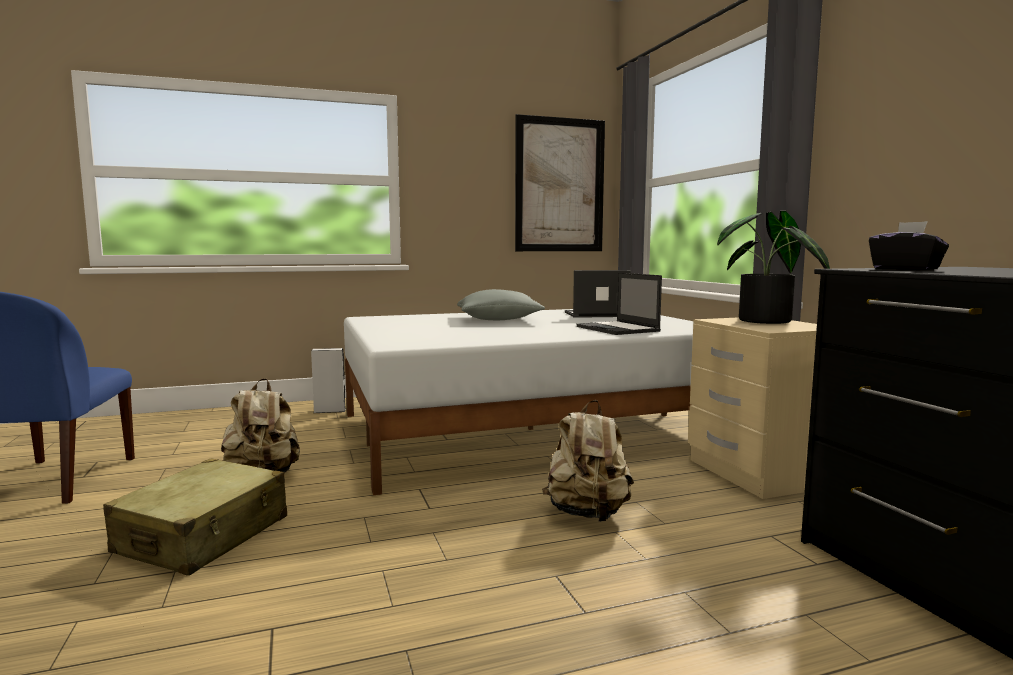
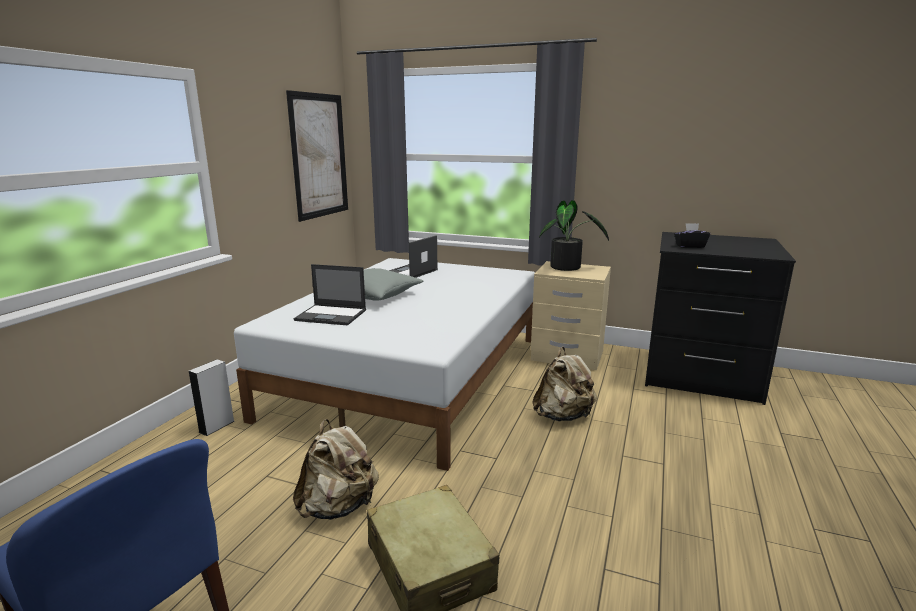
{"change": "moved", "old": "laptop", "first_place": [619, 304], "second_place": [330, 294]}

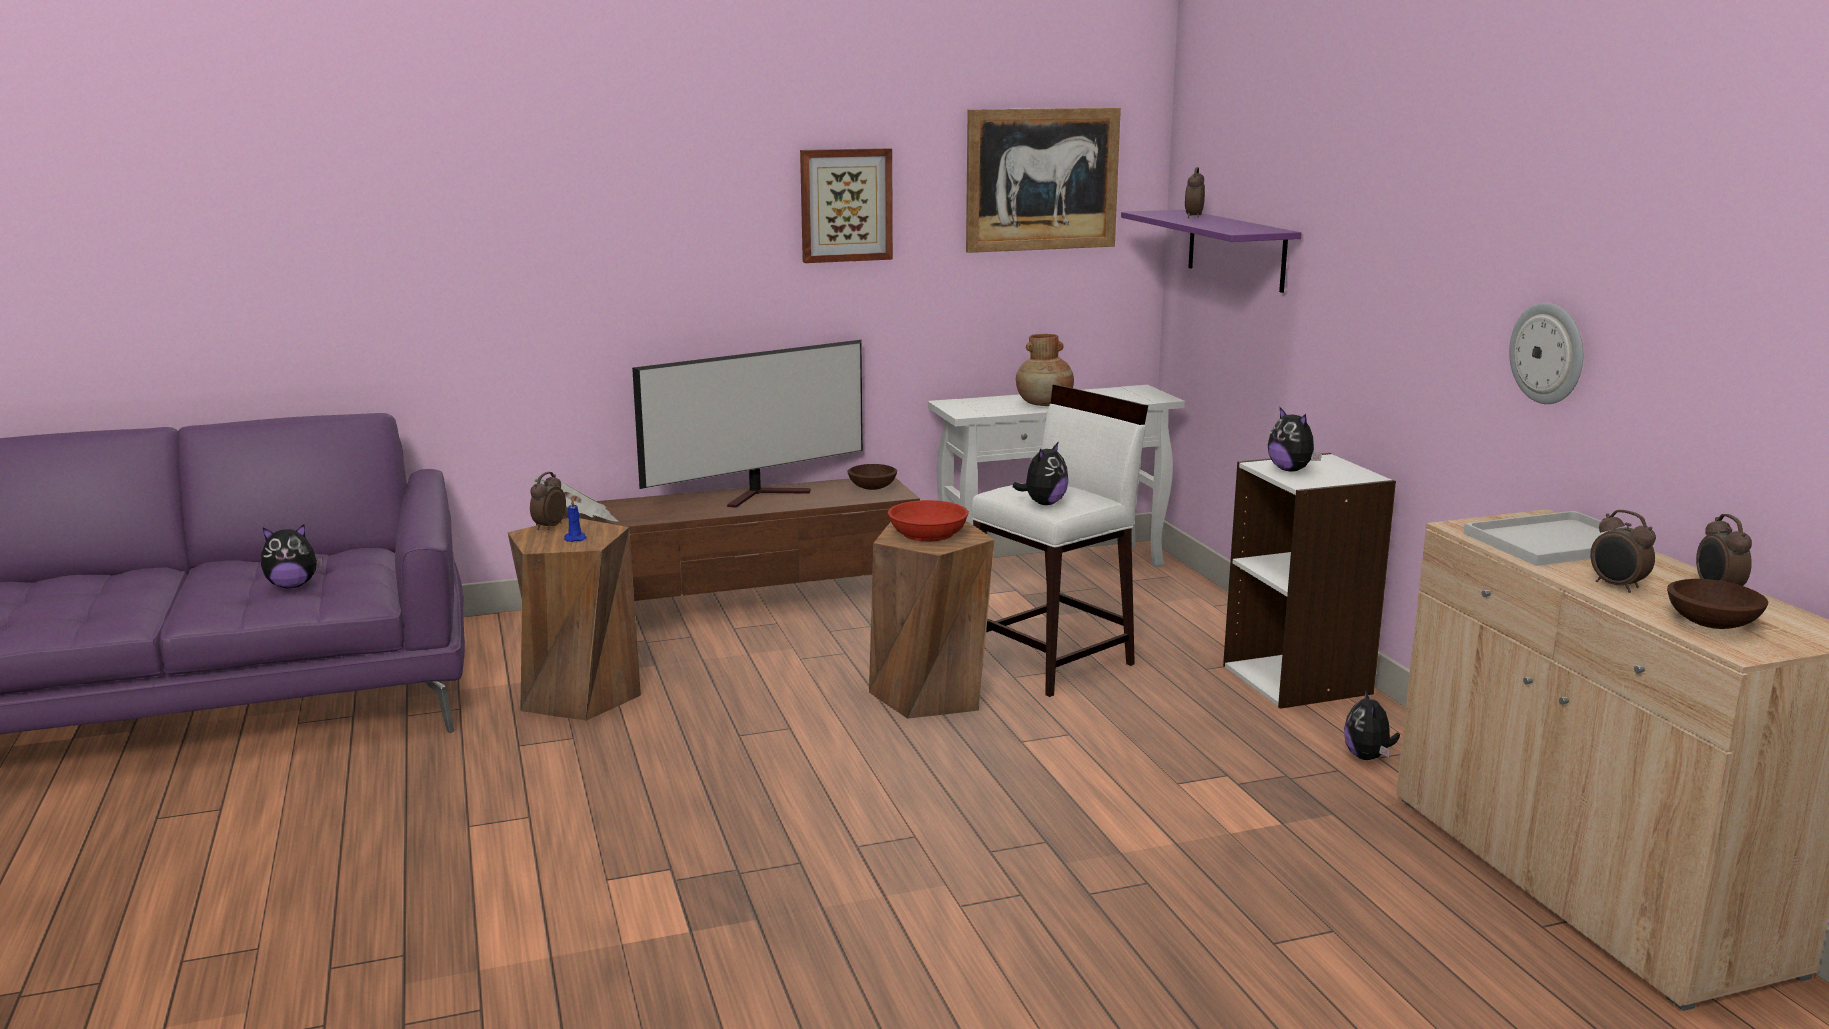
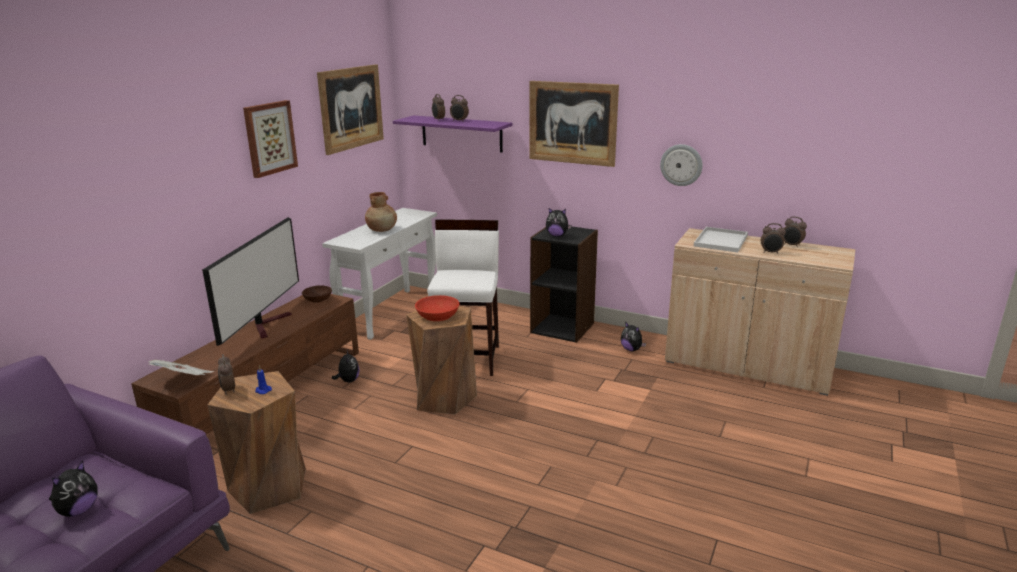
{"change": "removed", "old": "brown bowl", "first_place": [1717, 604]}
{"change": "added", "new": "alarm clock", "second_place": [459, 108]}
{"change": "added", "new": "picture", "second_place": [574, 124]}
{"change": "moved", "old": "plush toy", "first_place": [1040, 473], "second_place": [346, 366]}
{"change": "recoloured", "old": "white bookcase", "new": "black bookcase", "first_place": [1309, 581], "second_place": [564, 284]}

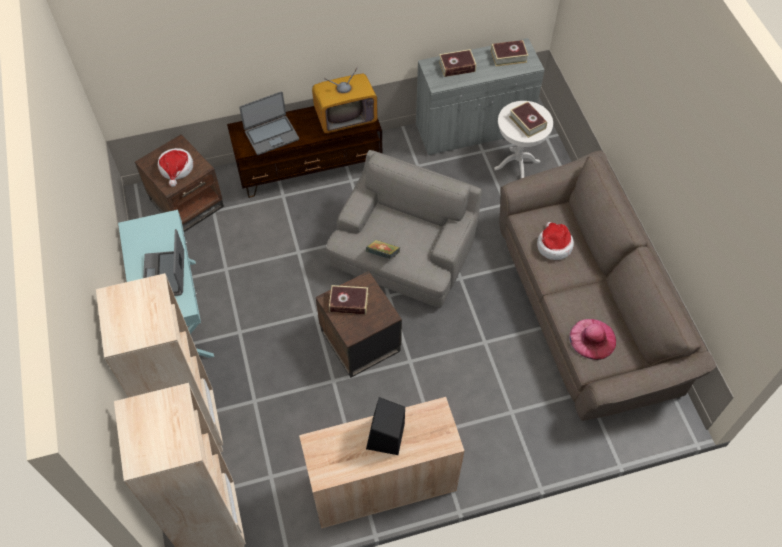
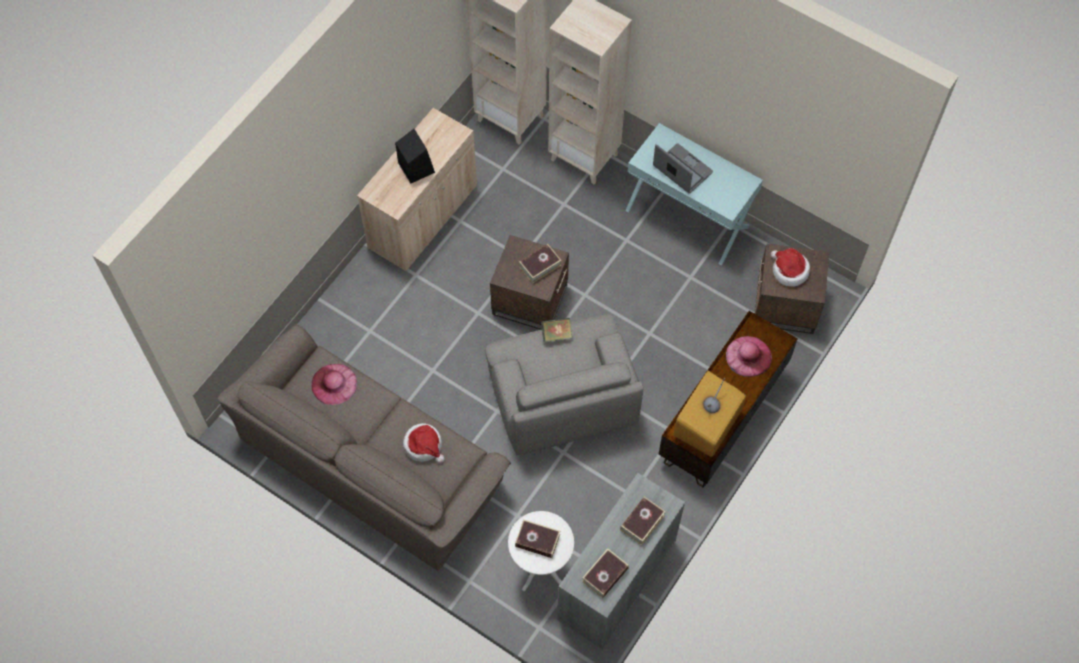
{"change": "replaced", "old": "laptop", "new": "pink hat", "first_place": [269, 123], "second_place": [749, 356]}

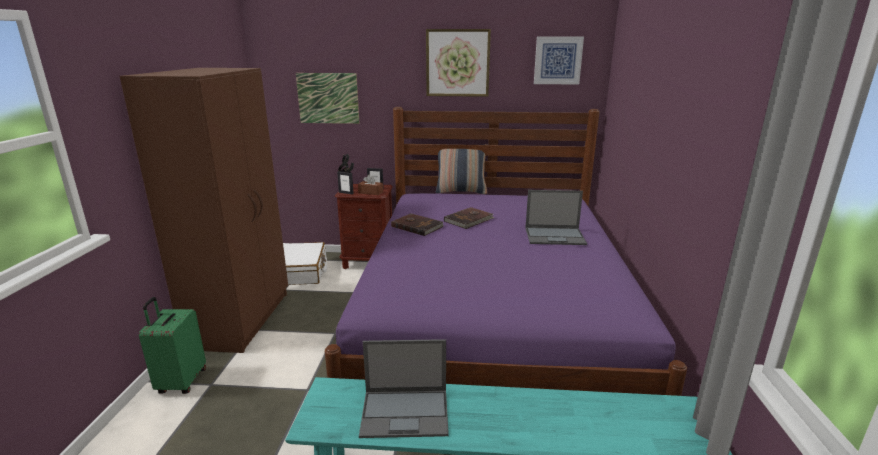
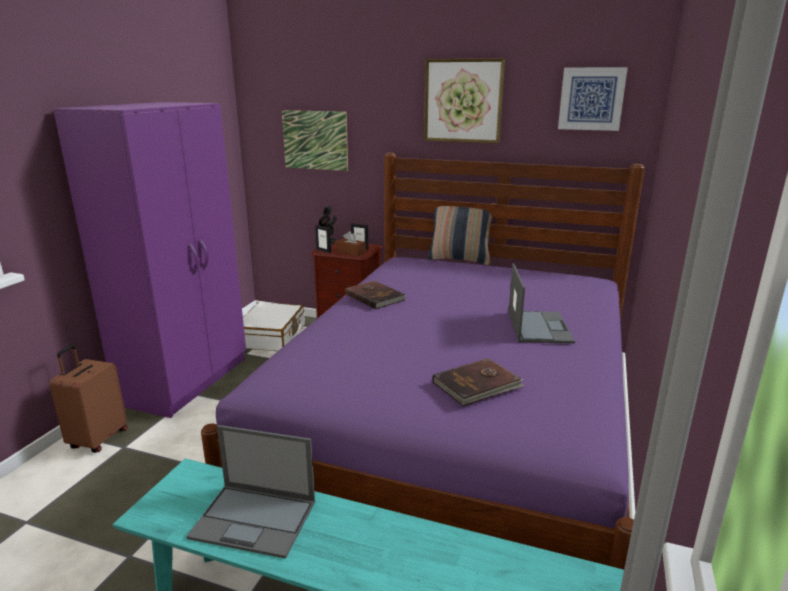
{"change": "moved", "old": "brown book", "first_place": [469, 218], "second_place": [478, 382]}
{"change": "recoloured", "old": "brown wardrobe", "new": "purple wardrobe", "first_place": [204, 210], "second_place": [149, 260]}
{"change": "recoloured", "old": "green suitcase", "new": "brown suitcase", "first_place": [172, 345], "second_place": [88, 399]}
{"change": "turned", "old": "laptop", "first_place": [556, 217], "second_place": [542, 303], "degrees": -105}

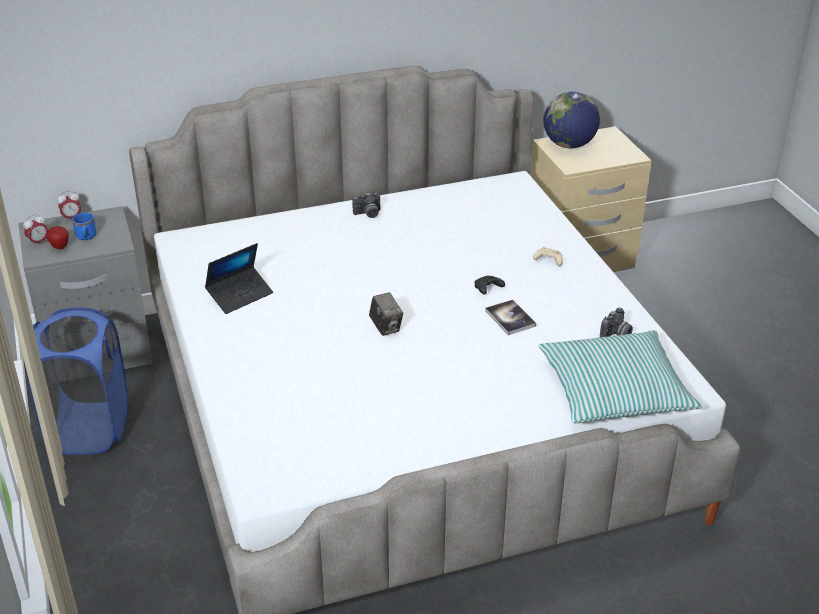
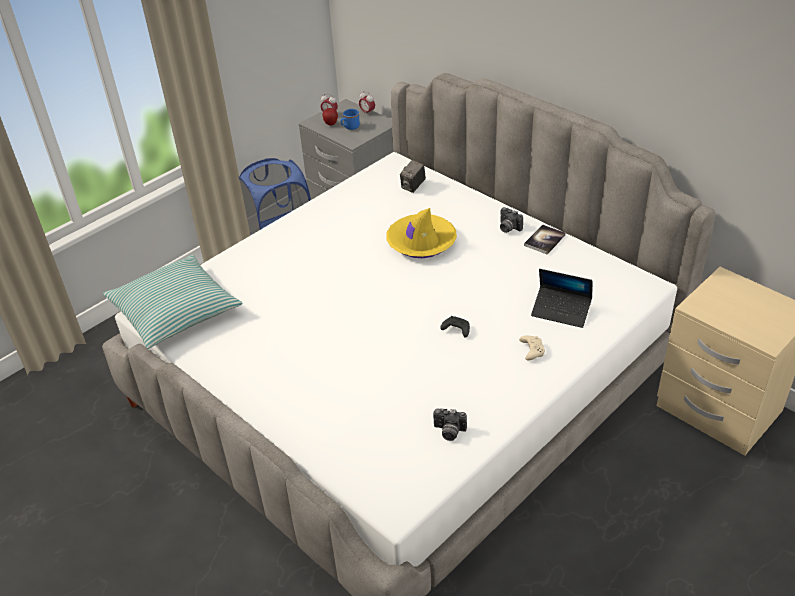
{"change": "removed", "old": "globe", "first_place": [571, 120]}
{"change": "added", "new": "yellow hat", "second_place": [421, 233]}
{"change": "moved", "old": "laptop", "first_place": [239, 278], "second_place": [561, 298]}
{"change": "moved", "old": "photo camera", "first_place": [386, 314], "second_place": [413, 176]}
{"change": "moved", "old": "book", "first_place": [510, 317], "second_place": [545, 240]}
{"change": "moved", "old": "pillow", "first_place": [620, 376], "second_place": [173, 302]}

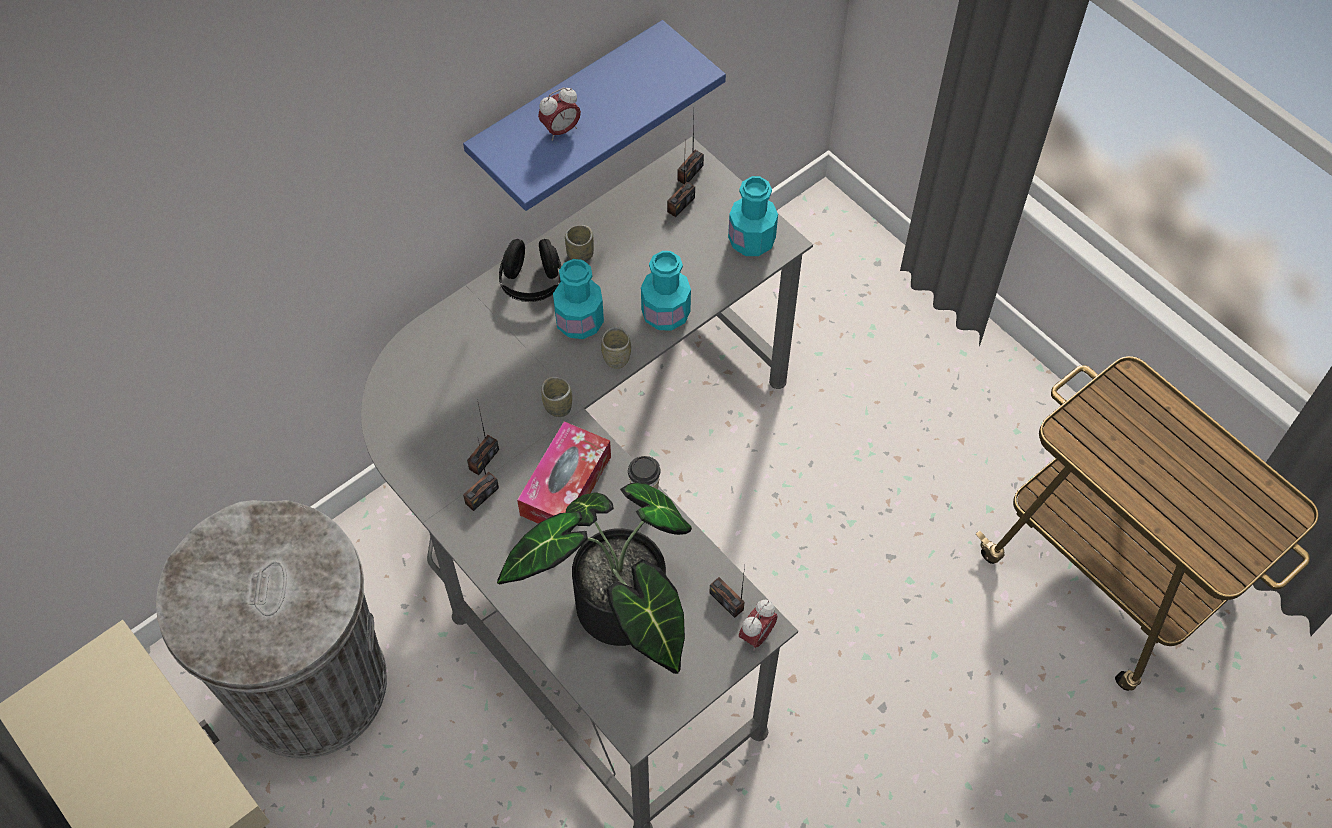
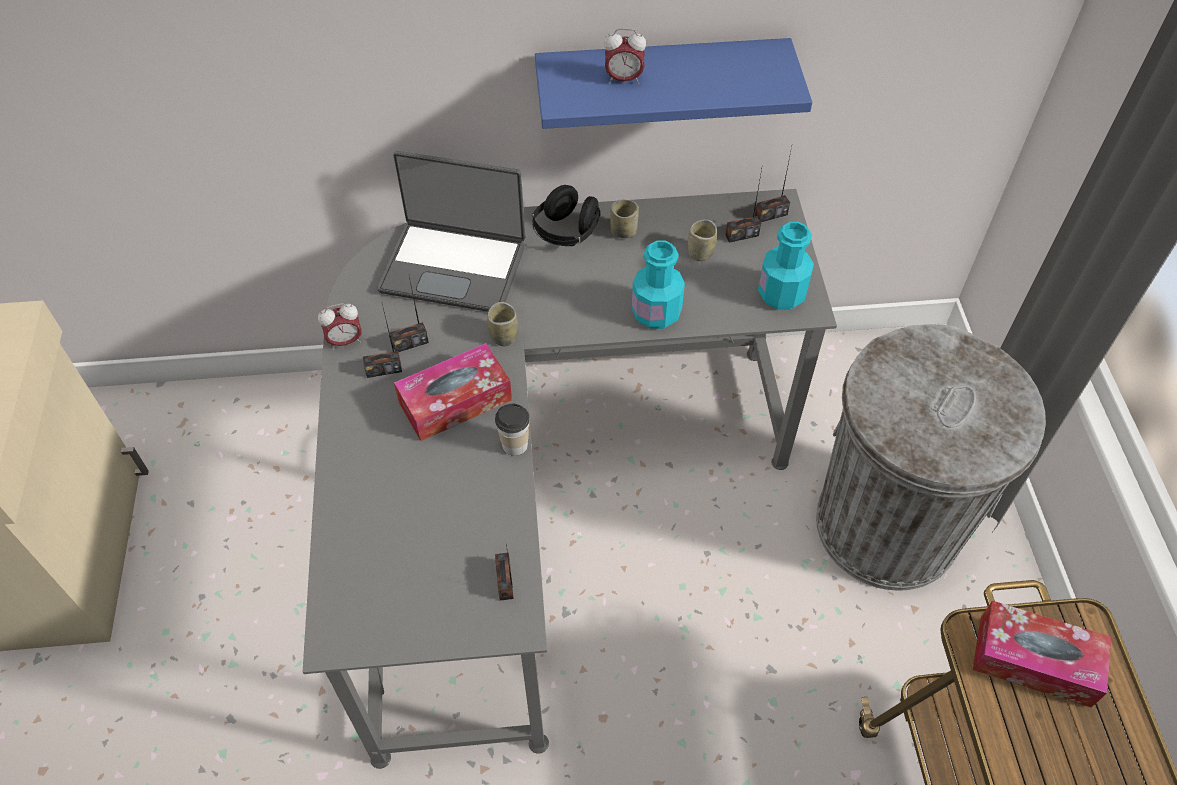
{"change": "removed", "old": "potted plant", "first_place": [594, 578]}
{"change": "removed", "old": "turquoise bottle", "first_place": [578, 299]}
{"change": "added", "new": "laptop", "second_place": [451, 231]}
{"change": "added", "new": "tissue box", "second_place": [1042, 654]}
{"change": "moved", "old": "grey trash can", "first_place": [271, 629], "second_place": [931, 457]}
{"change": "moved", "old": "cup", "first_place": [616, 348], "second_place": [702, 240]}
{"change": "moved", "old": "alarm clock", "first_place": [758, 625], "second_place": [340, 326]}

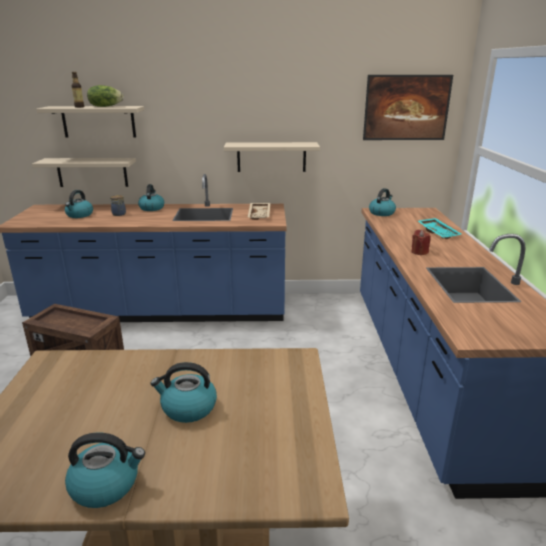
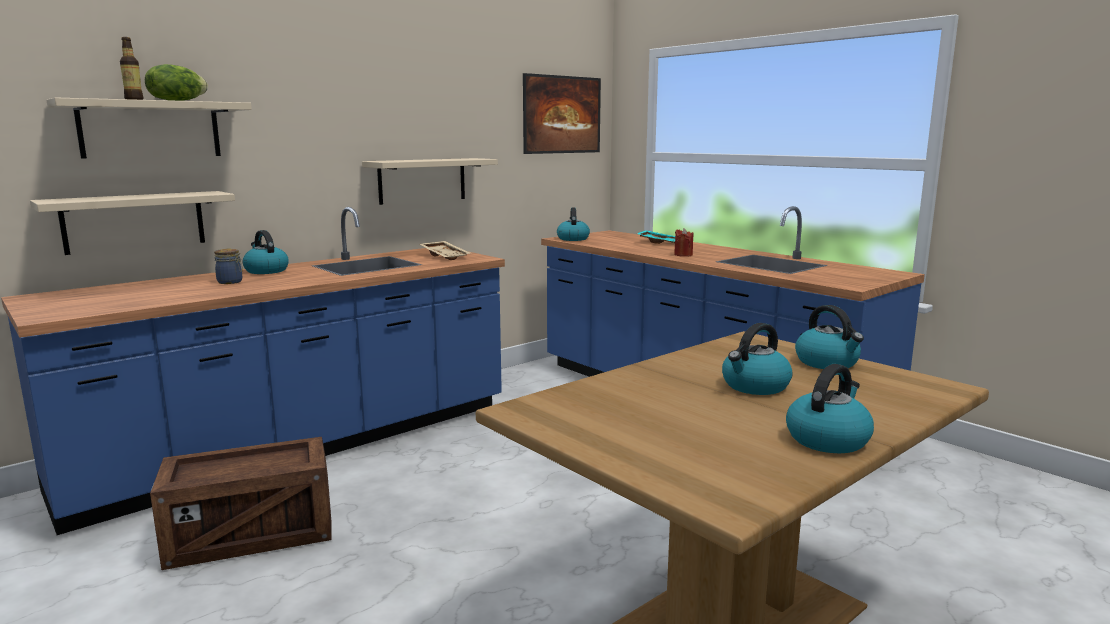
{"change": "moved", "old": "kettle", "first_place": [79, 204], "second_place": [829, 337]}

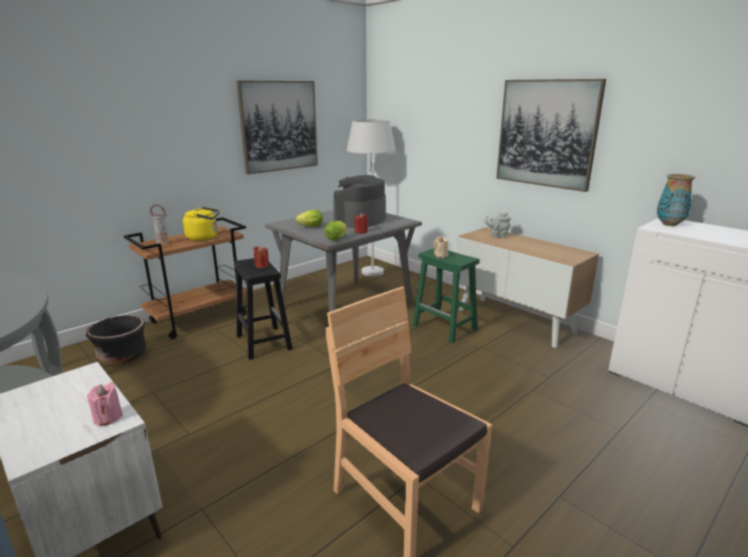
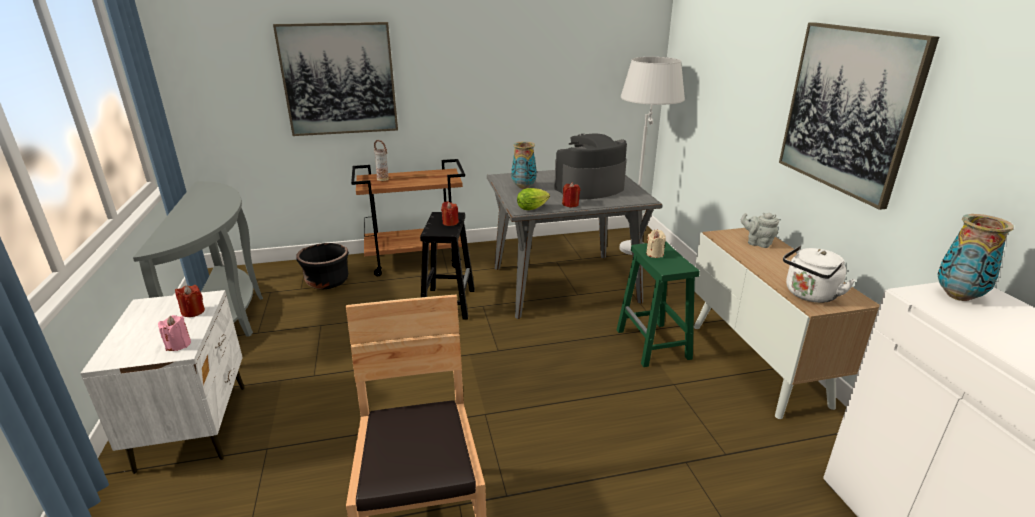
{"change": "removed", "old": "yellow kettle", "first_place": [201, 224]}
{"change": "added", "new": "red candle", "second_place": [190, 301]}
{"change": "added", "new": "white kettle", "second_place": [819, 274]}
{"change": "moved", "old": "picture", "first_place": [277, 127], "second_place": [335, 79]}
{"change": "replaced", "old": "lettuce", "new": "vase", "first_place": [309, 218], "second_place": [524, 165]}

